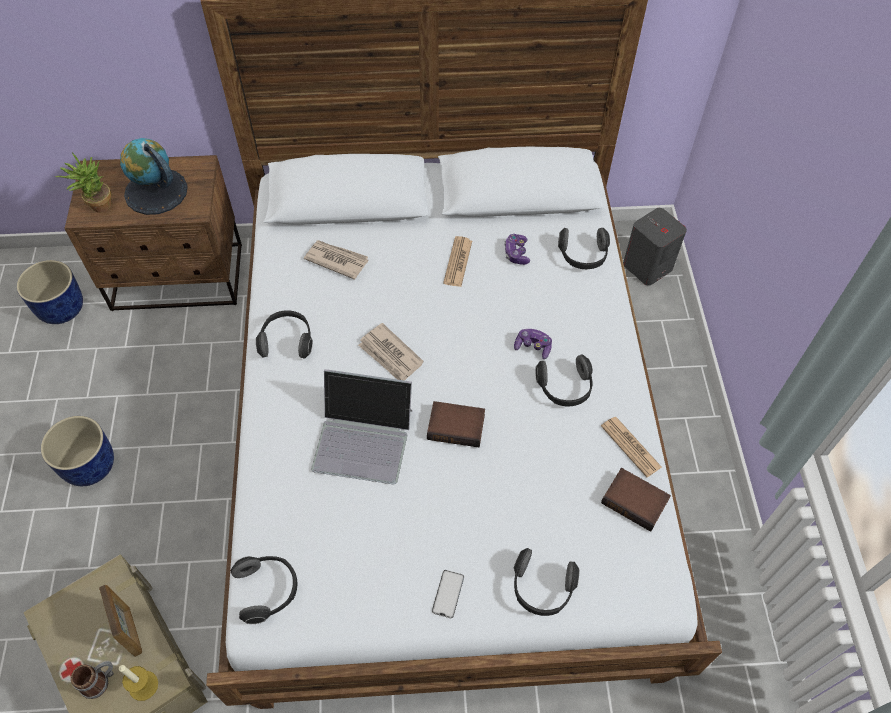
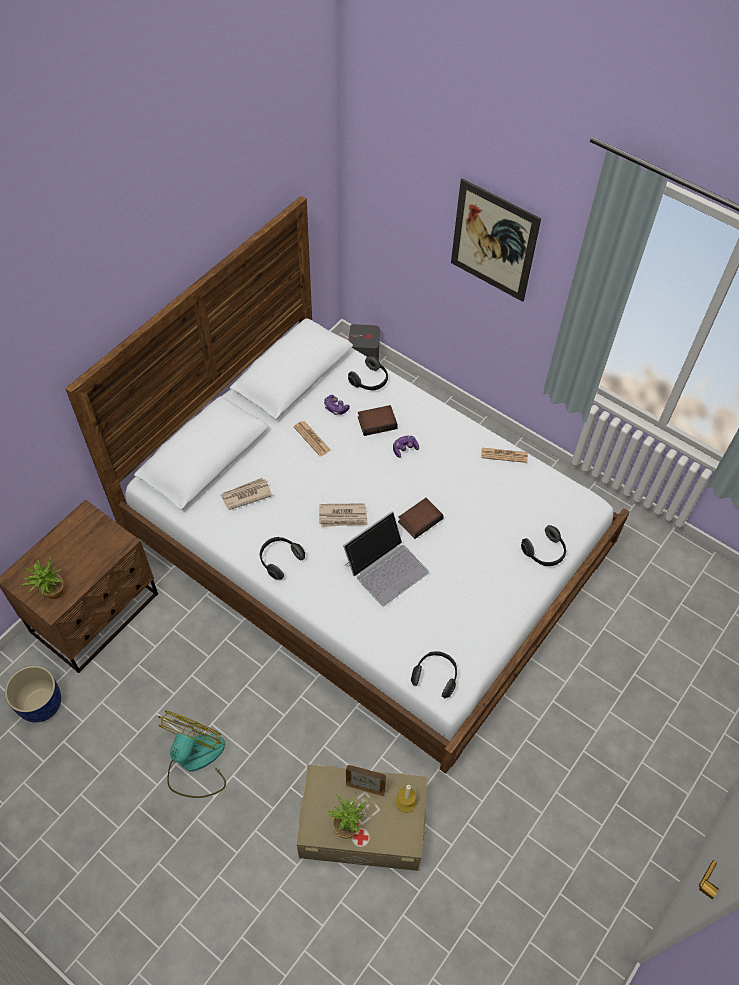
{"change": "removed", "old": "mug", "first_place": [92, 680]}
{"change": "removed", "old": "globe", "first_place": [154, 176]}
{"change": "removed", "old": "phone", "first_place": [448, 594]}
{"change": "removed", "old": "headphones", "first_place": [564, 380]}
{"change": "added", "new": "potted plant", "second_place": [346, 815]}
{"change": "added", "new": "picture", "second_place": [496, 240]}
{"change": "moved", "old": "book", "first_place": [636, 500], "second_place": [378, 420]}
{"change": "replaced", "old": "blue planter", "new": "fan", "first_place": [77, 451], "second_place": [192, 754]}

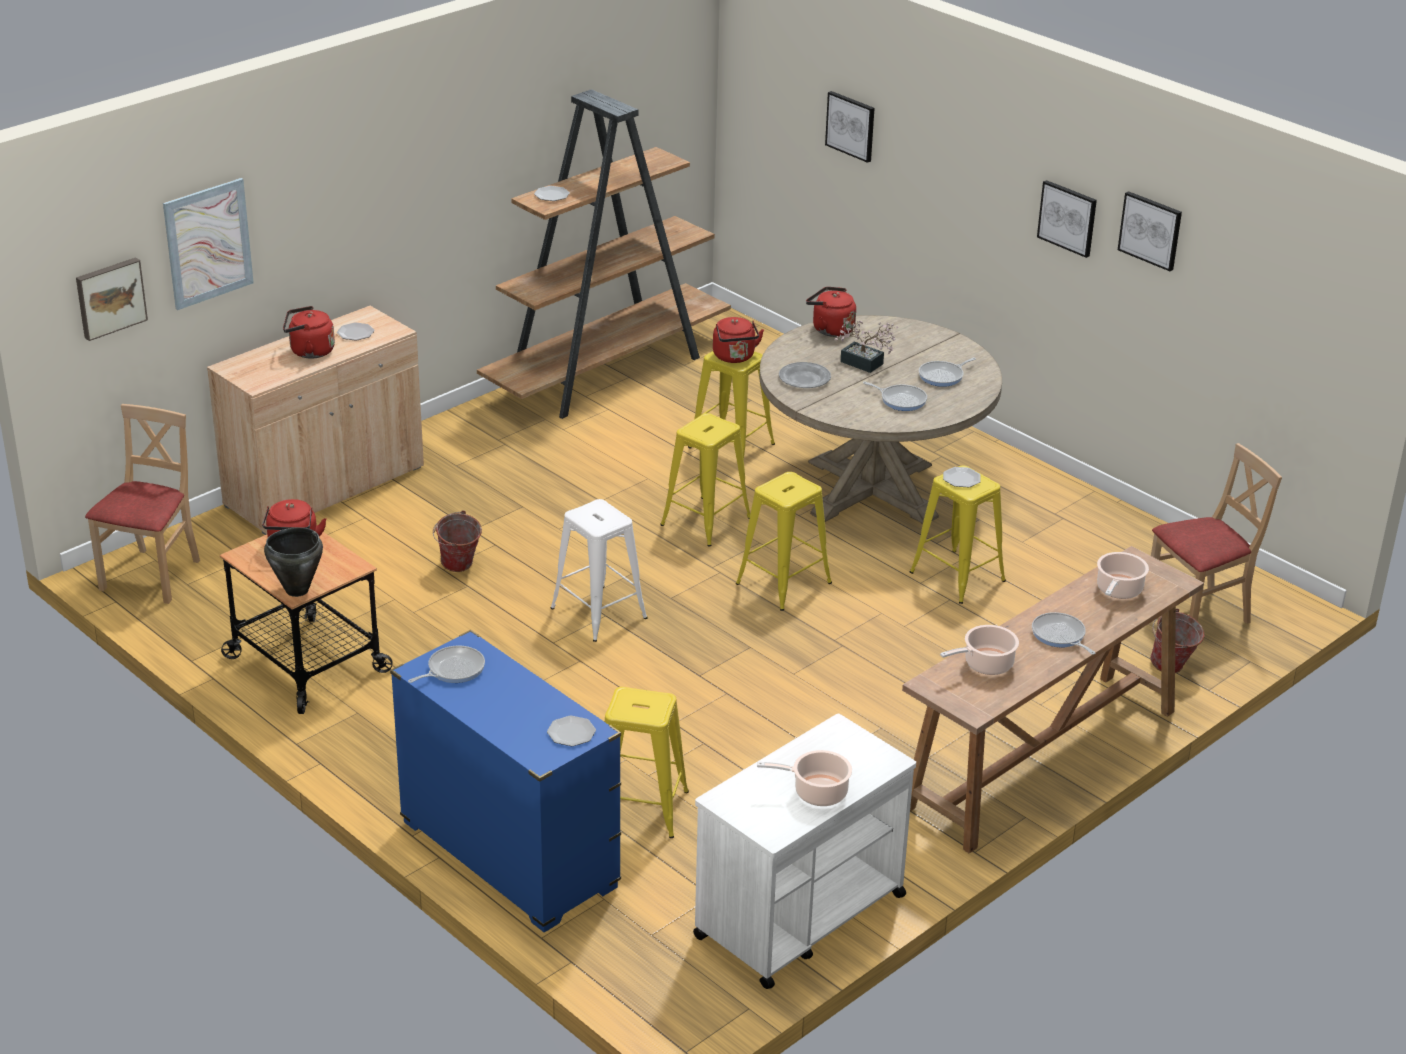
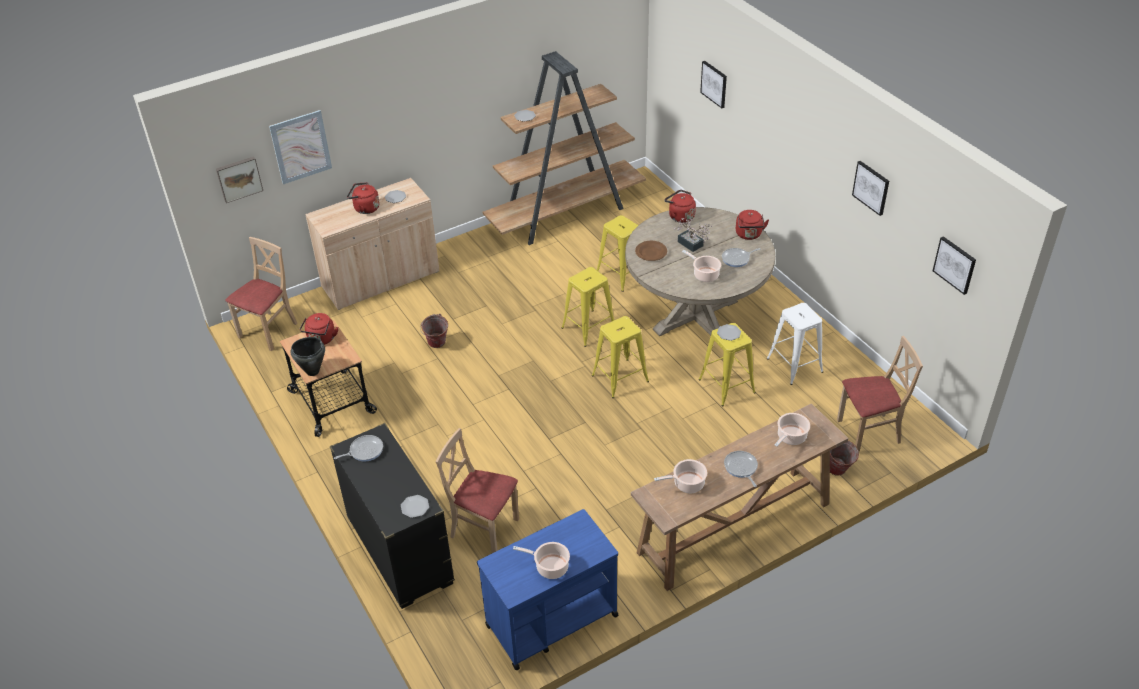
{"change": "moved", "old": "white stool", "first_place": [599, 570], "second_place": [795, 344]}
{"change": "moved", "old": "red kettle", "first_place": [738, 340], "second_place": [752, 225]}
{"change": "moved", "old": "picture", "first_place": [1067, 219], "second_place": [954, 265]}
{"change": "replaced", "old": "yellow stool", "new": "beige chair", "first_place": [646, 762], "second_place": [477, 490]}
{"change": "replaced", "old": "frying pan", "new": "cooking pot", "first_place": [895, 396], "second_place": [701, 266]}
{"change": "recoloured", "old": "blue dresser", "new": "black dresser", "first_place": [505, 781], "second_place": [392, 516]}
{"change": "recoloured", "old": "white cart", "new": "blue cart", "first_place": [804, 851], "second_place": [548, 589]}
{"change": "recoloured", "old": "grey plate", "new": "brown plate", "first_place": [805, 375], "second_place": [651, 251]}

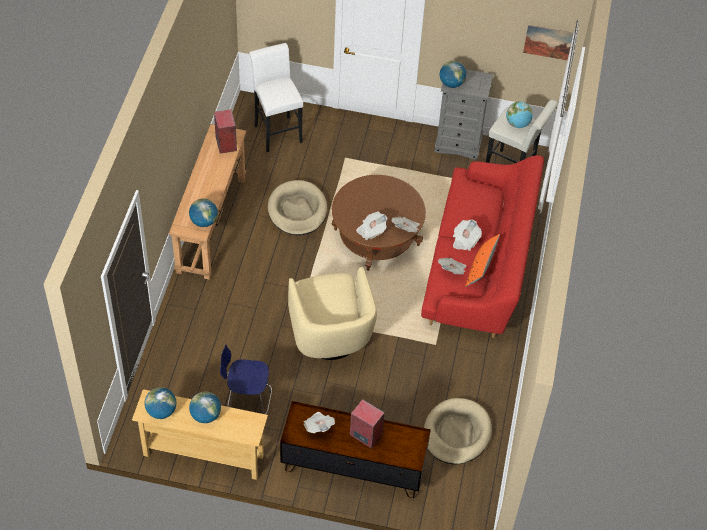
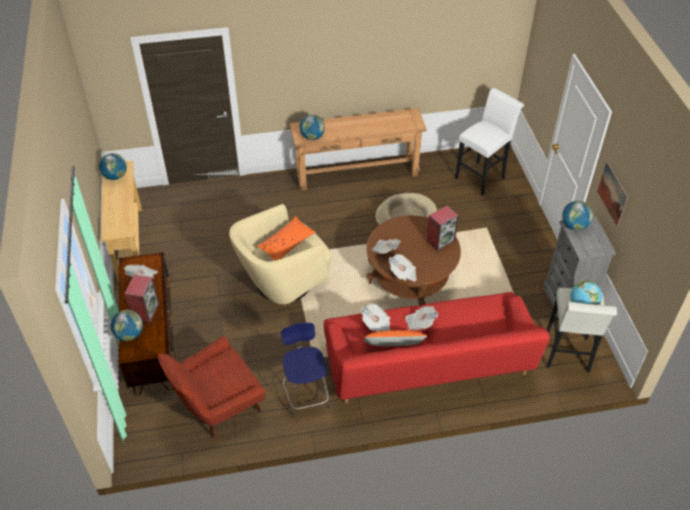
{"change": "added", "new": "orange pillow", "second_place": [286, 238]}
{"change": "moved", "old": "globe", "first_place": [205, 407], "second_place": [127, 325]}
{"change": "moved", "old": "speaker", "first_place": [225, 131], "second_place": [442, 228]}
{"change": "moved", "old": "blue stool", "first_place": [246, 379], "second_place": [305, 369]}
{"change": "moved", "old": "picture", "first_place": [548, 43], "second_place": [613, 194]}
{"change": "replaced", "old": "beige dog bed", "new": "red armchair", "first_place": [458, 431], "second_place": [211, 387]}

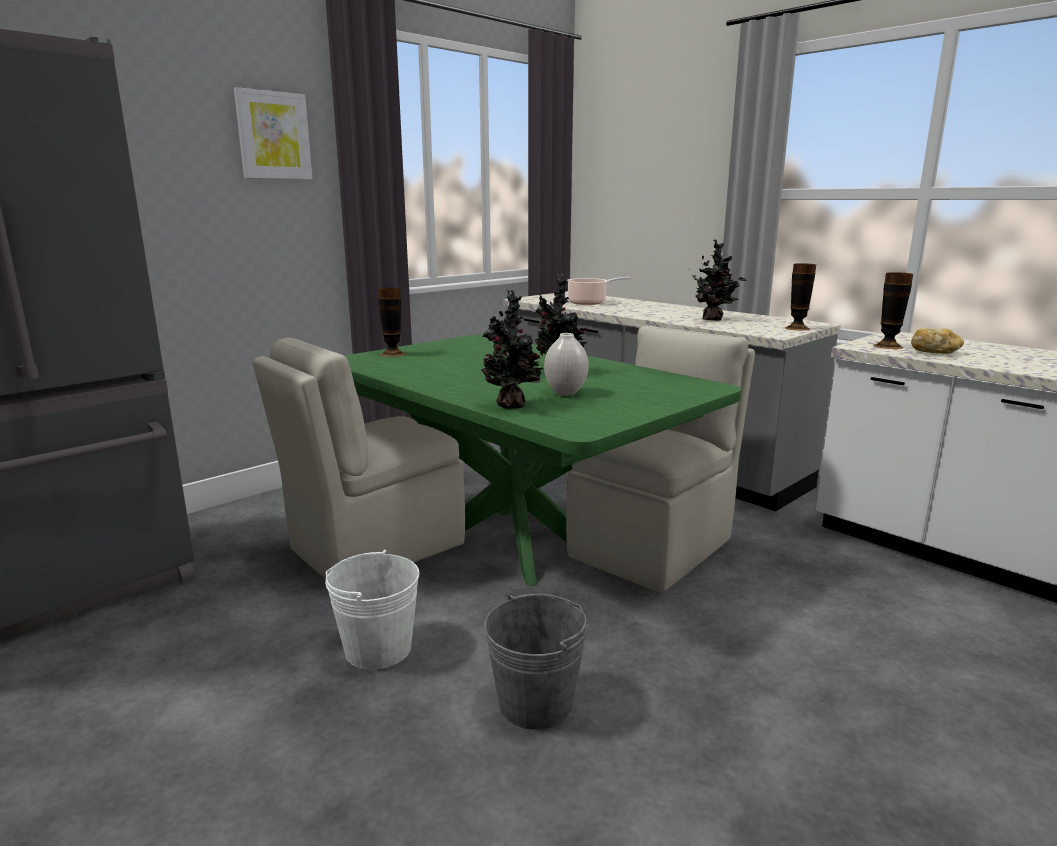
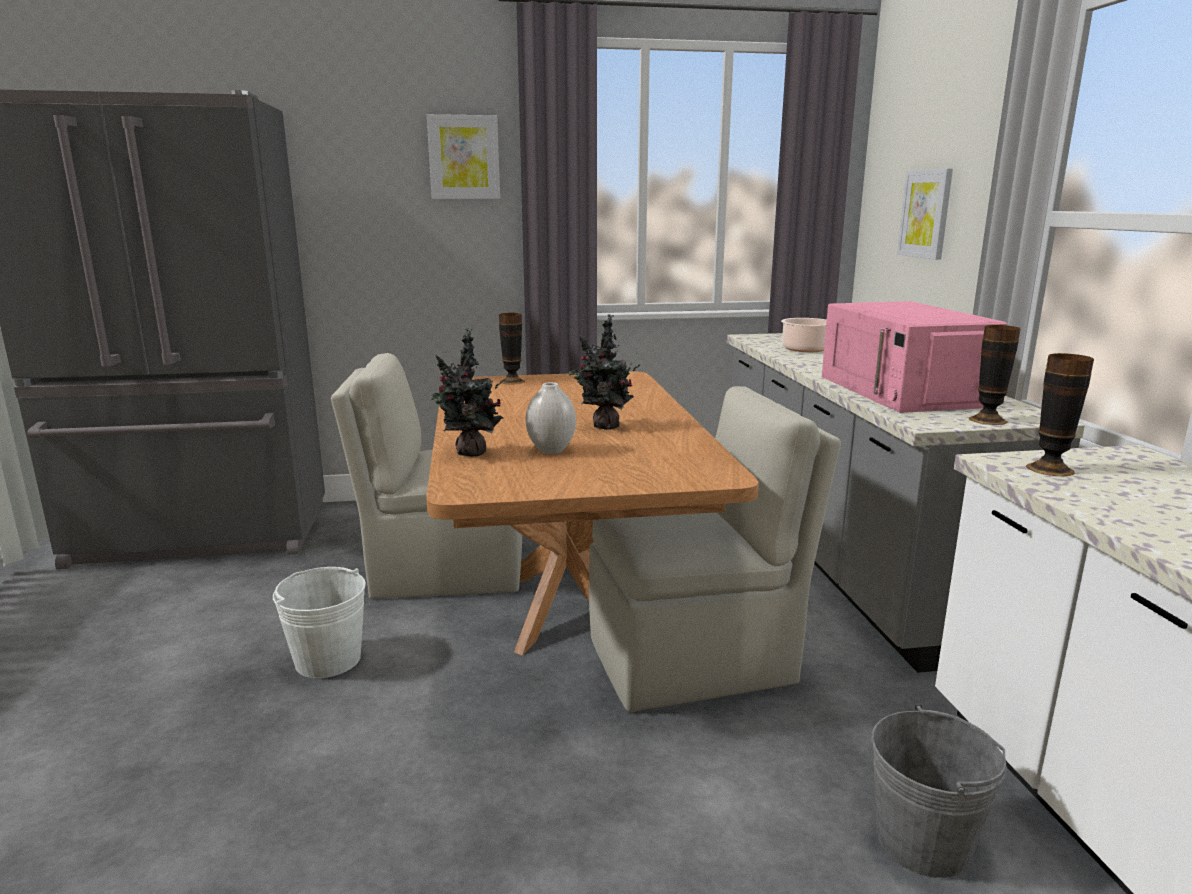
{"change": "removed", "old": "bread", "first_place": [937, 341]}
{"change": "added", "new": "picture", "second_place": [925, 214]}
{"change": "moved", "old": "grey bucket", "first_place": [536, 662], "second_place": [939, 791]}
{"change": "replaced", "old": "potted plant", "new": "pink microwave", "first_place": [718, 280], "second_place": [914, 357]}
{"change": "recoloured", "old": "green dining table", "new": "brown dining table", "first_place": [543, 460], "second_place": [592, 514]}

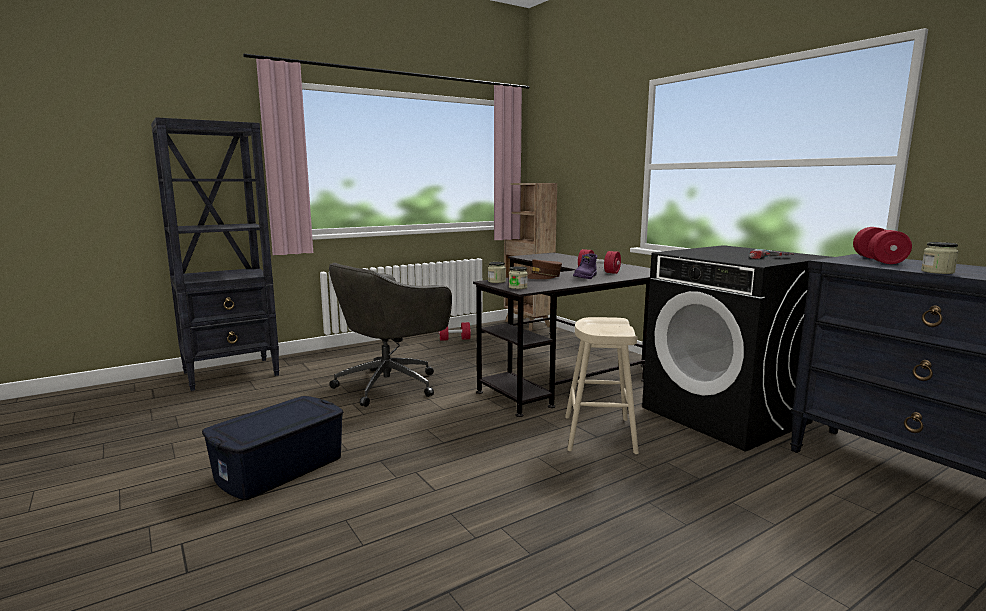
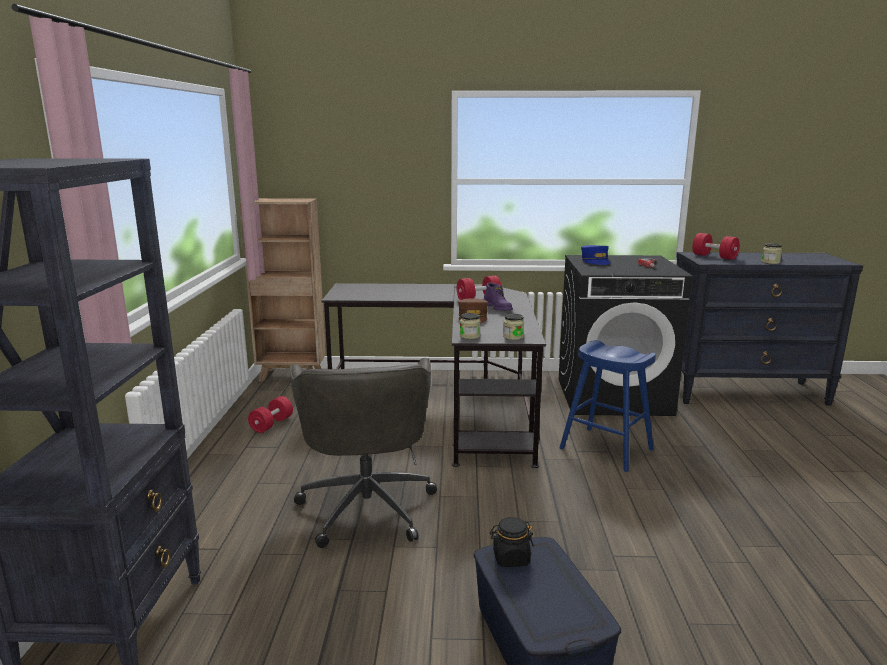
{"change": "added", "new": "black jar", "second_place": [512, 542]}
{"change": "added", "new": "blue cap", "second_place": [595, 255]}
{"change": "recoloured", "old": "beige stool", "new": "blue stool", "first_place": [602, 385], "second_place": [607, 406]}

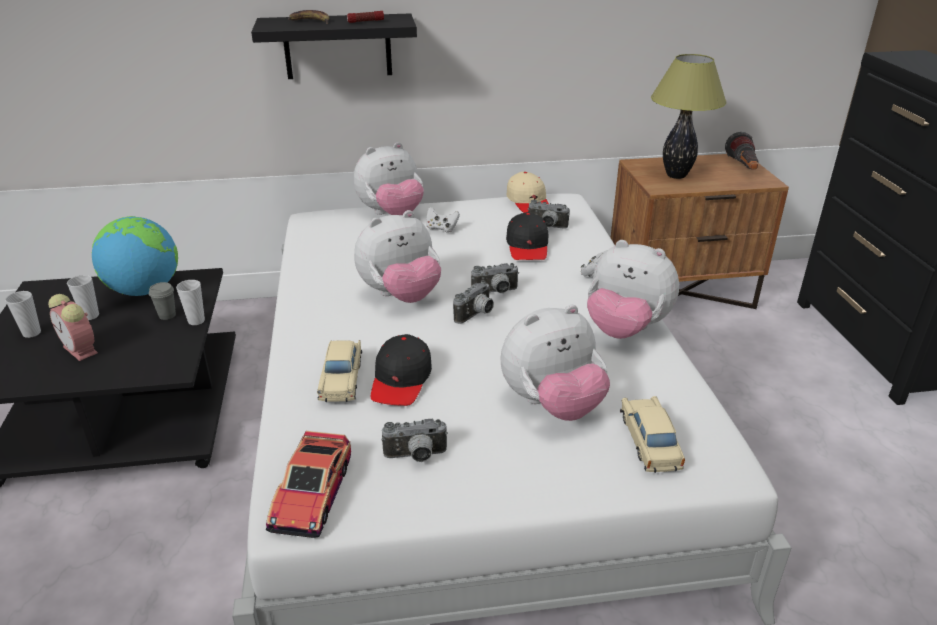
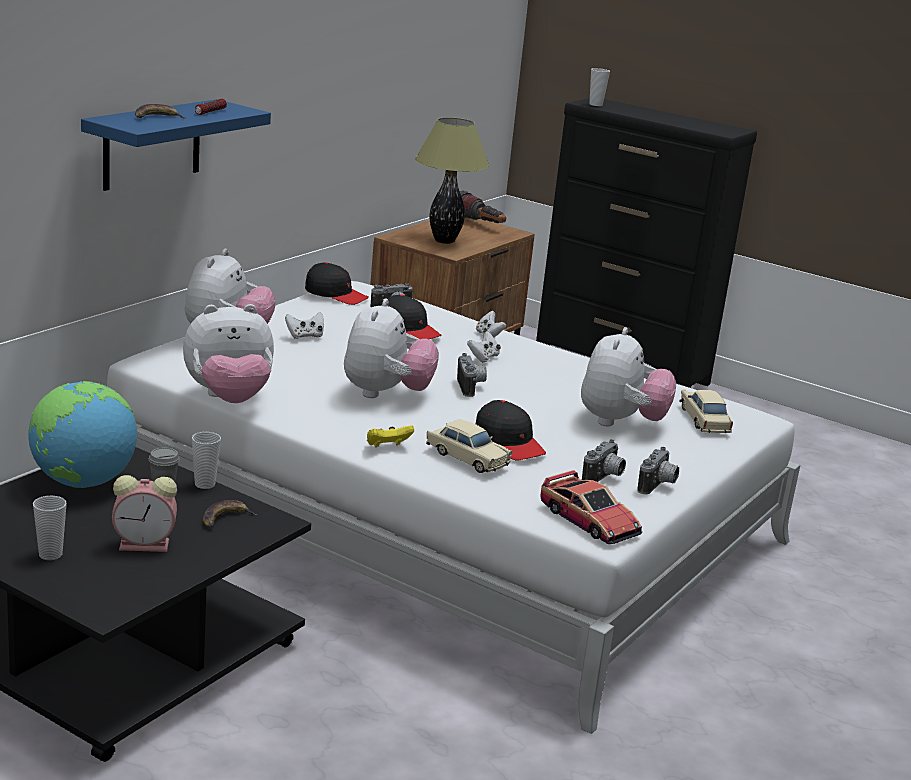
{"change": "added", "new": "banana", "second_place": [230, 514]}
{"change": "added", "new": "yellow game controller", "second_place": [390, 436]}
{"change": "added", "new": "white game controller", "second_place": [484, 346]}
{"change": "moved", "old": "cup", "first_place": [83, 297], "second_place": [599, 87]}
{"change": "moved", "old": "photo camera", "first_place": [495, 278], "second_place": [658, 470]}
{"change": "moved", "old": "plush toy", "first_place": [633, 289], "second_place": [228, 353]}
{"change": "recoloured", "old": "black shelf", "new": "blue shelf", "first_place": [334, 46], "second_place": [176, 145]}
{"change": "recoloured", "old": "beige cap", "new": "black cap", "first_place": [528, 192], "second_place": [337, 283]}
{"change": "turned", "old": "beige toy car", "first_place": [652, 434], "second_place": [706, 411], "degrees": 45}

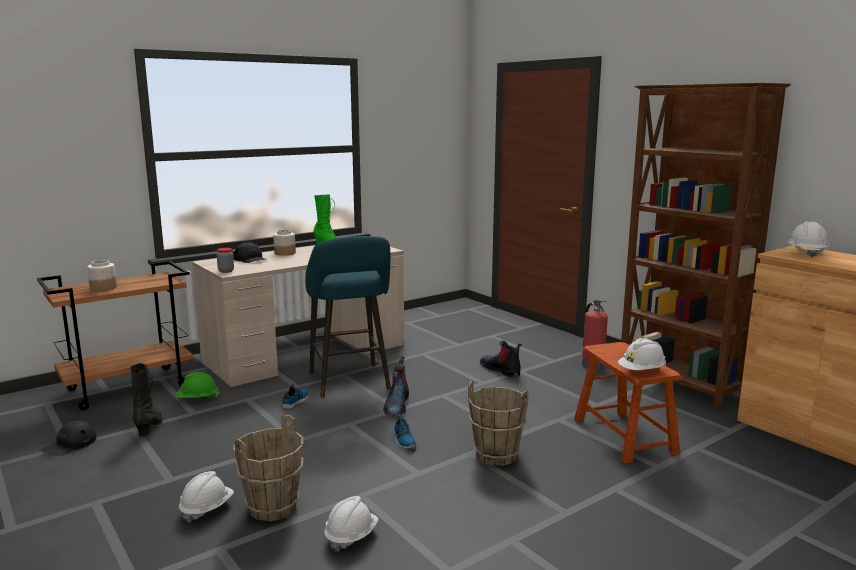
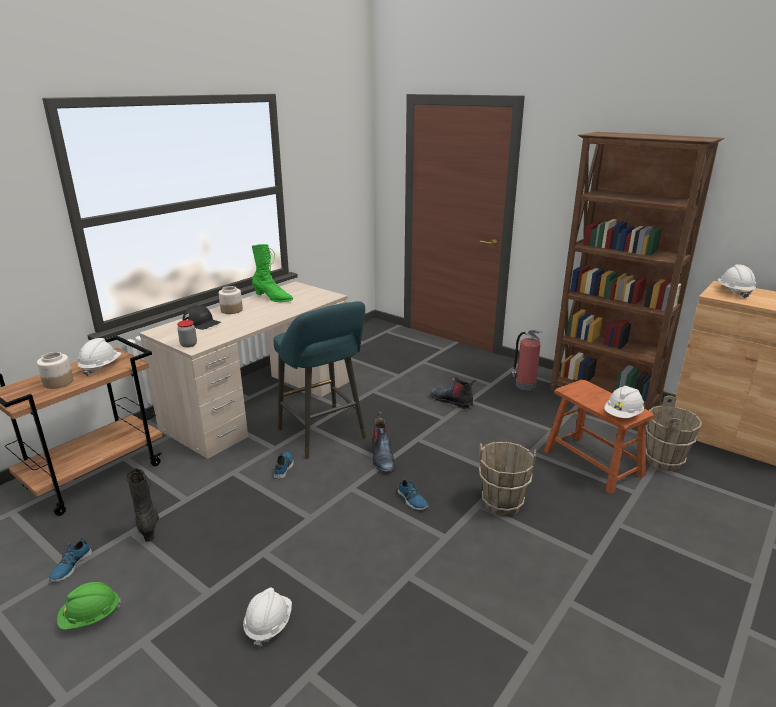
{"change": "moved", "old": "green hard hat", "first_place": [197, 385], "second_place": [89, 606]}
{"change": "moved", "old": "brown bucket", "first_place": [268, 467], "second_place": [674, 433]}
{"change": "moved", "old": "white hard hat", "first_place": [351, 524], "second_place": [99, 357]}
{"change": "replaced", "old": "black cap", "new": "shoe", "first_place": [68, 438], "second_place": [70, 559]}

